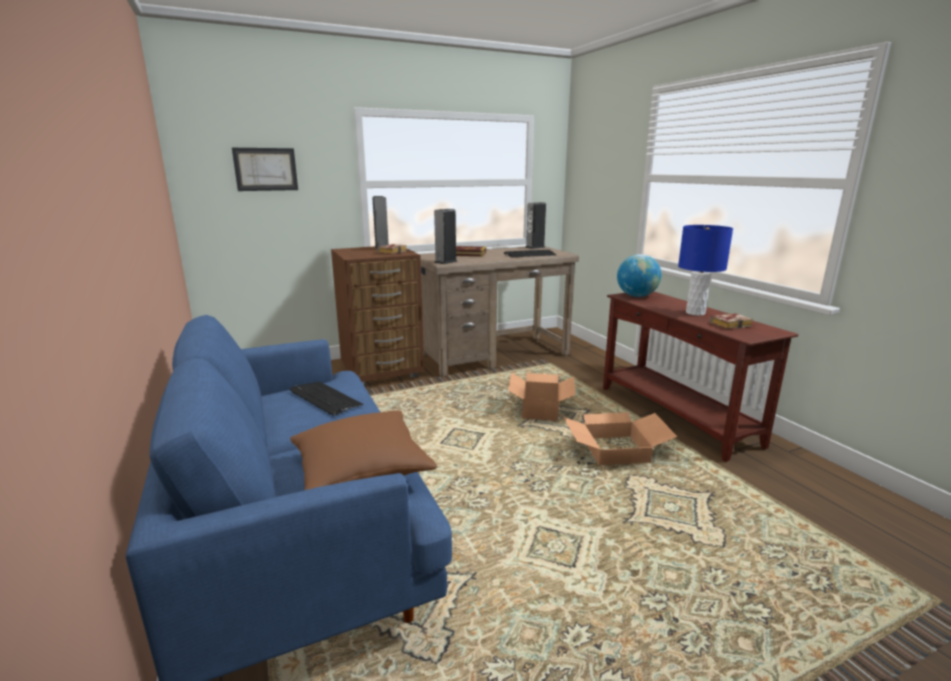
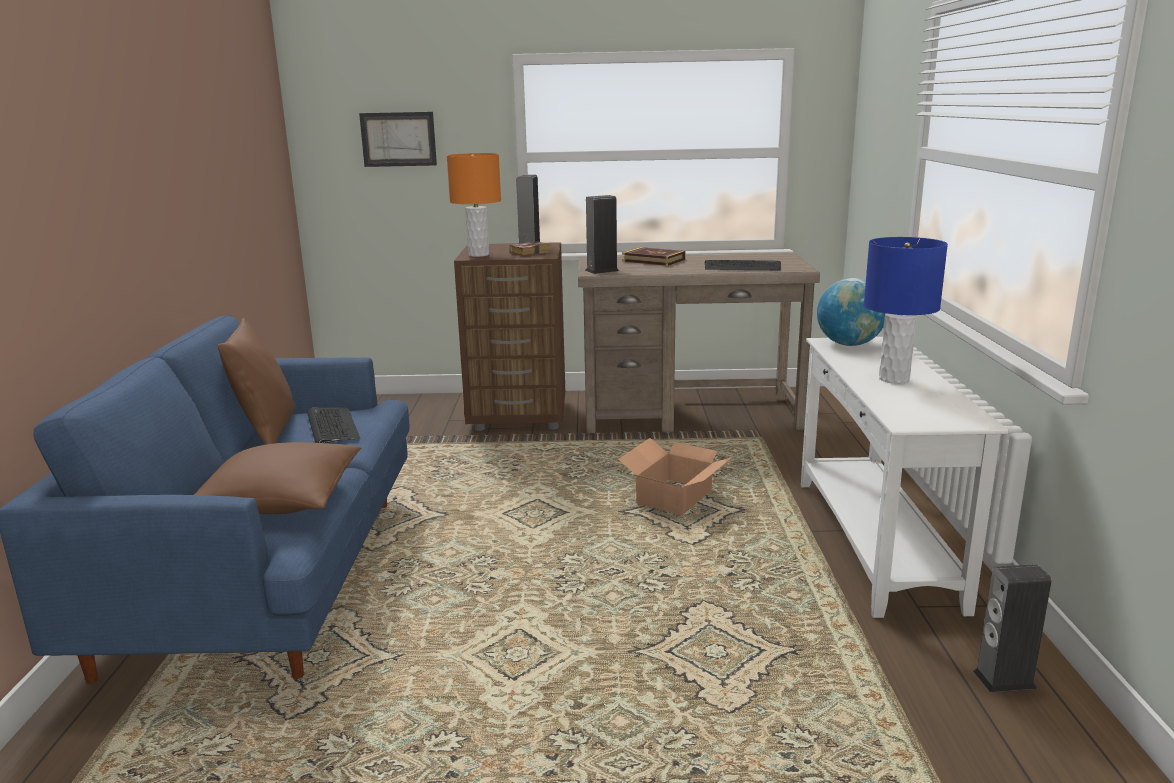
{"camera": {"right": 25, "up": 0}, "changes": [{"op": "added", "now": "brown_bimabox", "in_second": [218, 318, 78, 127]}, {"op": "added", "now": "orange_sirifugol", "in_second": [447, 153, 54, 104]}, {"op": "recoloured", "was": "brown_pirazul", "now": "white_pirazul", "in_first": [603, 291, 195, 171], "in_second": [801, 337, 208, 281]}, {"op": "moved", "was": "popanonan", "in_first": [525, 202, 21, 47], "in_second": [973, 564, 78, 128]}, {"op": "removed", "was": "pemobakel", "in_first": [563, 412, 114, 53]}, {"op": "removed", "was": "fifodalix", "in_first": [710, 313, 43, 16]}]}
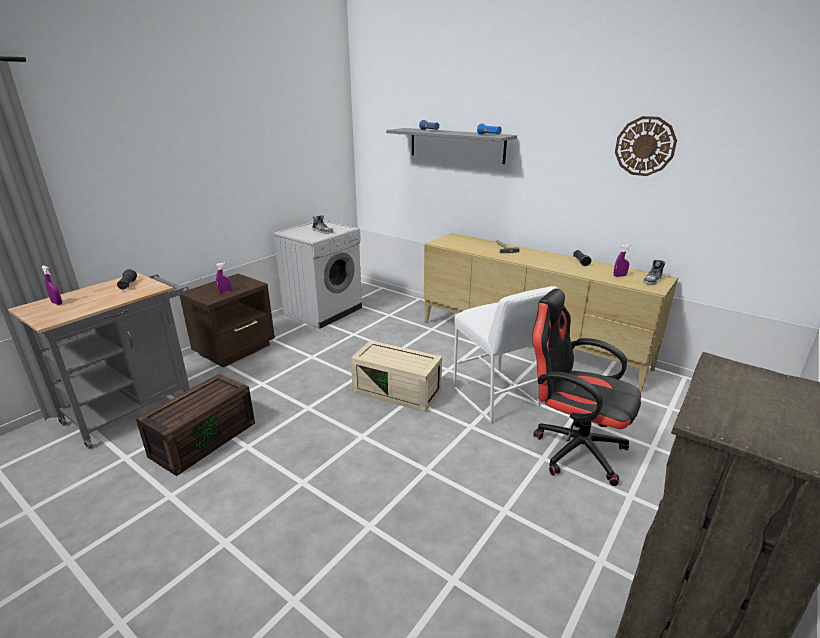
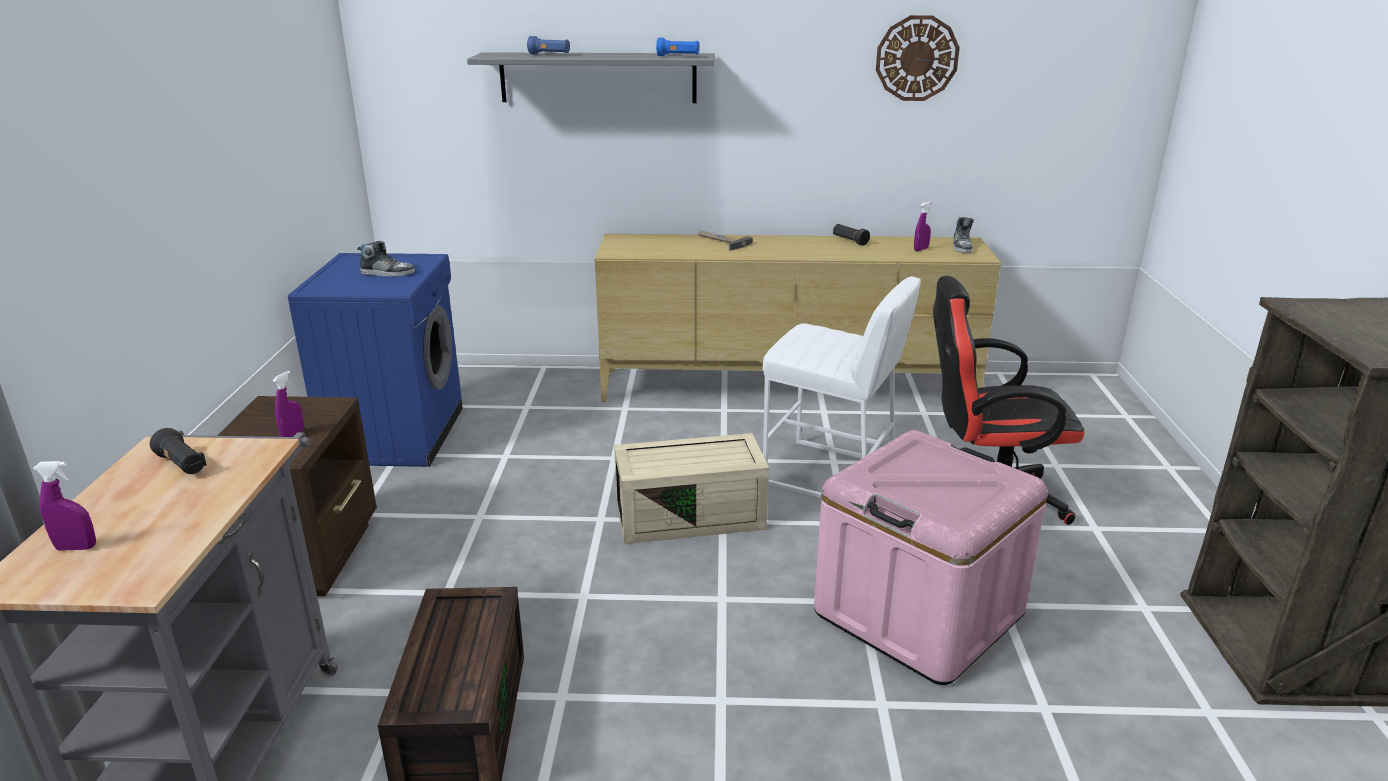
{"camera": {"right": -35, "up": 0}, "changes": [{"op": "recoloured", "was": "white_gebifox", "now": "blue_gebifox", "in_first": [274, 220, 88, 109], "in_second": [288, 253, 175, 214]}, {"op": "added", "now": "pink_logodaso", "in_second": [814, 430, 234, 255]}]}
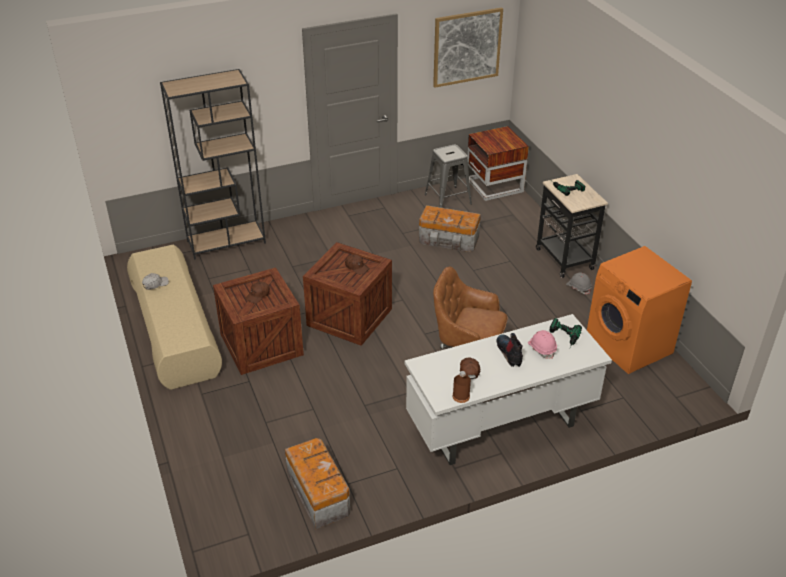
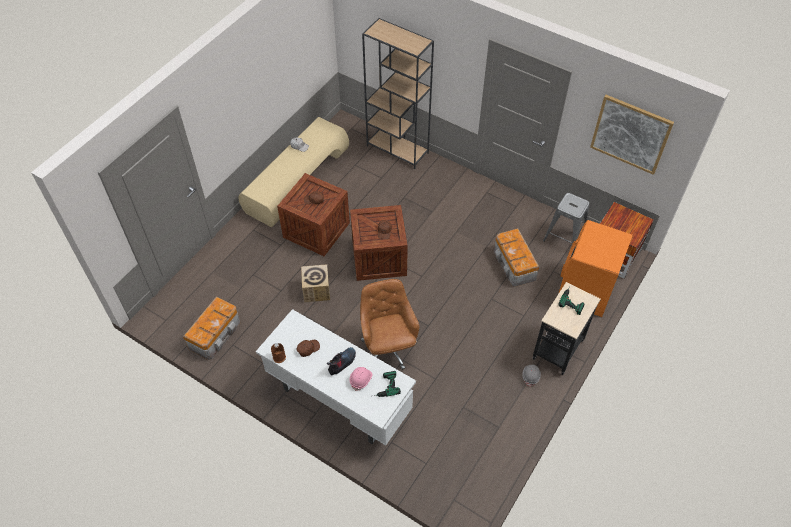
{"camera": {"right": 55, "up": 15}, "changes": [{"op": "added", "now": "pemobakel", "in_second": [301, 264, 29, 38]}, {"op": "moved", "was": "orange_gebifox", "in_first": [587, 246, 105, 128], "in_second": [559, 220, 74, 97]}]}
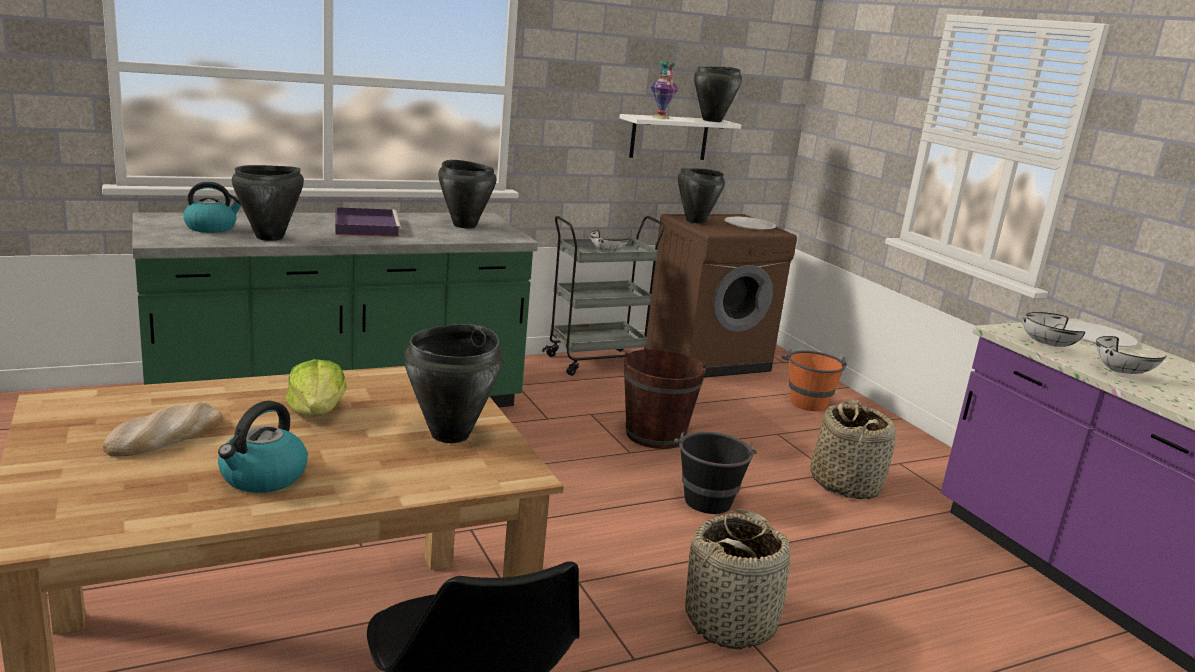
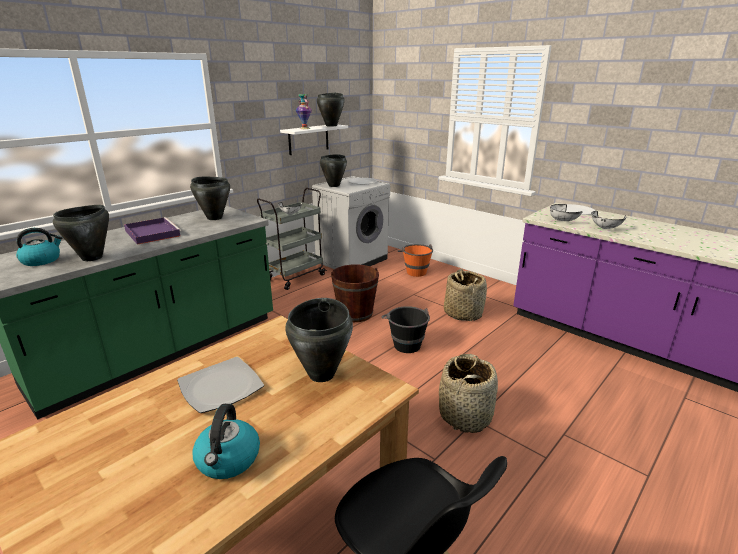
{"camera": {"right": -20, "up": 5}, "changes": [{"op": "replaced", "was": "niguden", "now": "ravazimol", "in_first": [286, 359, 60, 57], "in_second": [177, 357, 87, 56]}, {"op": "recoloured", "was": "brown_gebifox", "now": "white_gebifox", "in_first": [646, 214, 151, 164], "in_second": [312, 176, 78, 93]}, {"op": "removed", "was": "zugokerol", "in_first": [103, 402, 120, 54]}]}
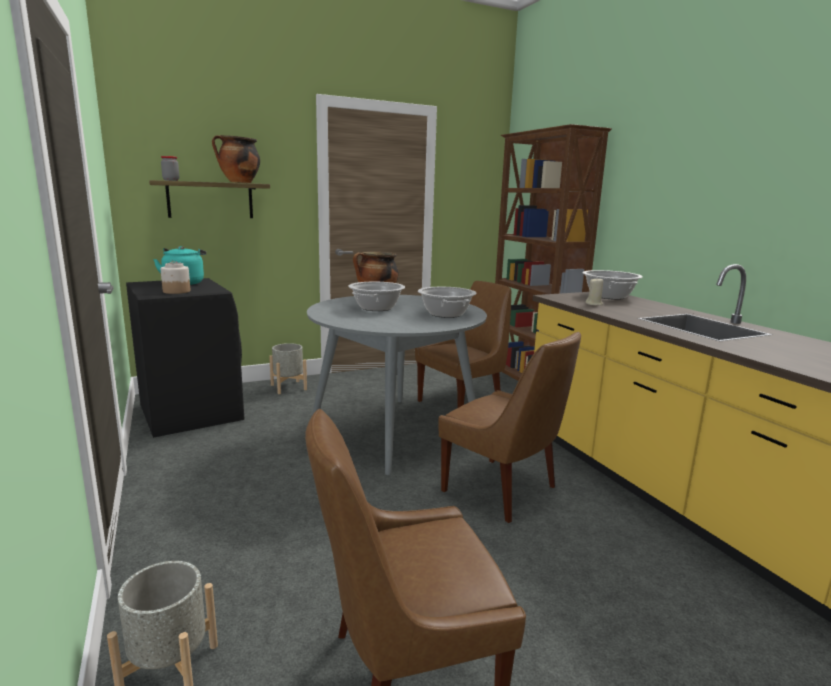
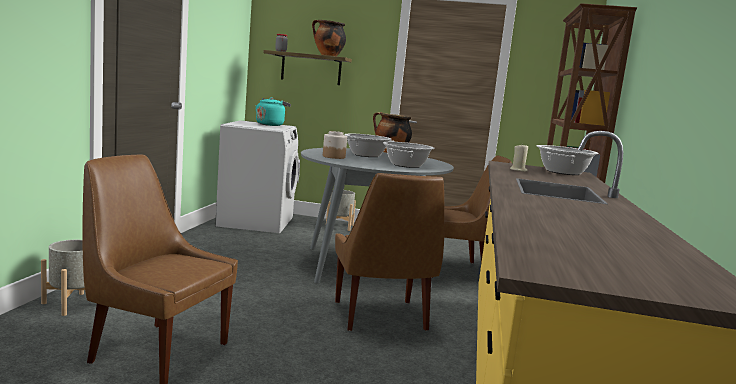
{"camera": {"right": 35, "up": -5}, "changes": [{"op": "recoloured", "was": "black_gebifox", "now": "white_gebifox", "in_first": [126, 278, 118, 160], "in_second": [215, 120, 85, 113]}, {"op": "moved", "was": "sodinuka", "in_first": [161, 263, 30, 31], "in_second": [323, 131, 24, 28]}]}
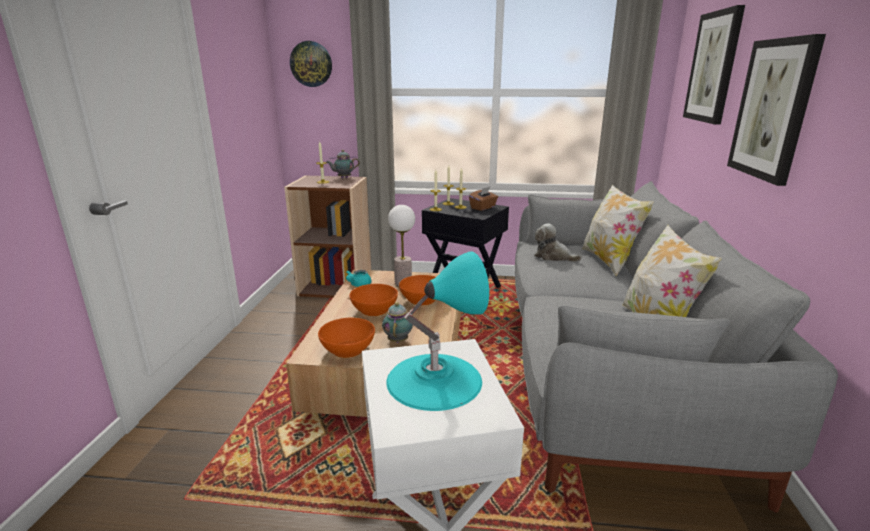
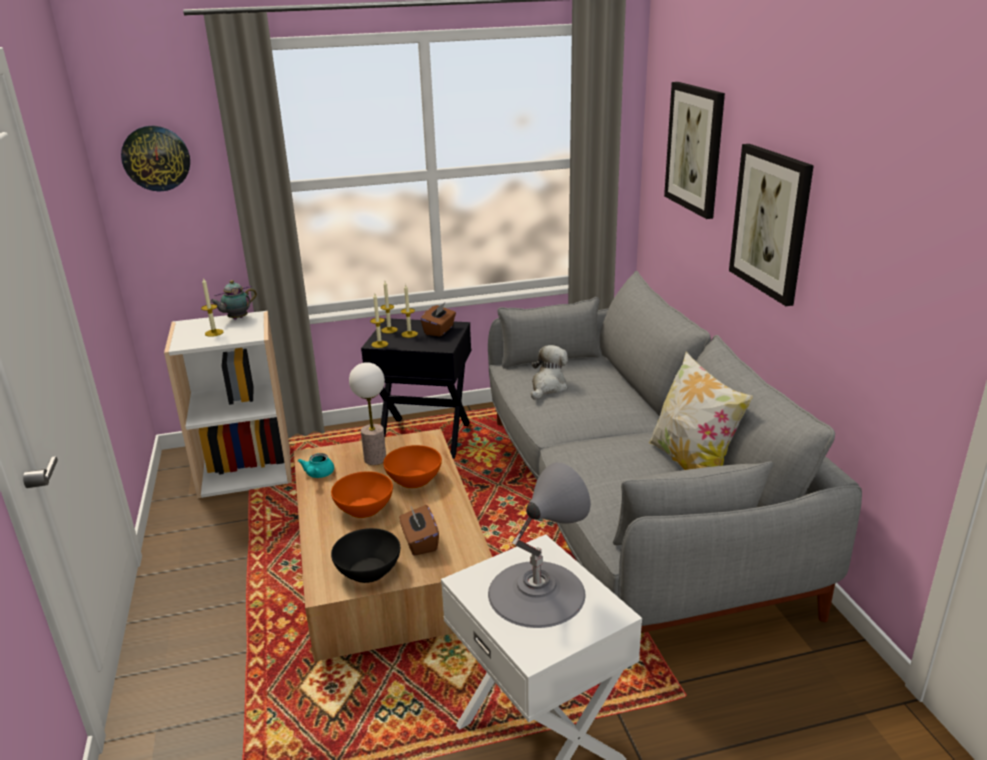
{"camera": {"right": -20, "up": 5}, "changes": [{"op": "recoloured", "was": "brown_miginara", "now": "white_miginara", "in_first": [284, 176, 87, 122], "in_second": [164, 311, 128, 188]}, {"op": "recoloured", "was": "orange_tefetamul", "now": "black_tefetamul", "in_first": [318, 318, 57, 40], "in_second": [331, 528, 69, 55]}, {"op": "replaced", "was": "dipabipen", "now": "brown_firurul", "in_first": [382, 302, 31, 41], "in_second": [399, 505, 40, 51]}, {"op": "recoloured", "was": "turquoise_sirifugol", "now": "grey_sirifugol", "in_first": [386, 251, 103, 160], "in_second": [488, 462, 103, 166]}, {"op": "turned", "was": "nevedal", "in_first": [534, 223, 48, 39], "in_second": [531, 345, 37, 55], "clockwise": 105}, {"op": "removed", "was": "bimabox", "in_first": [582, 185, 72, 91]}]}
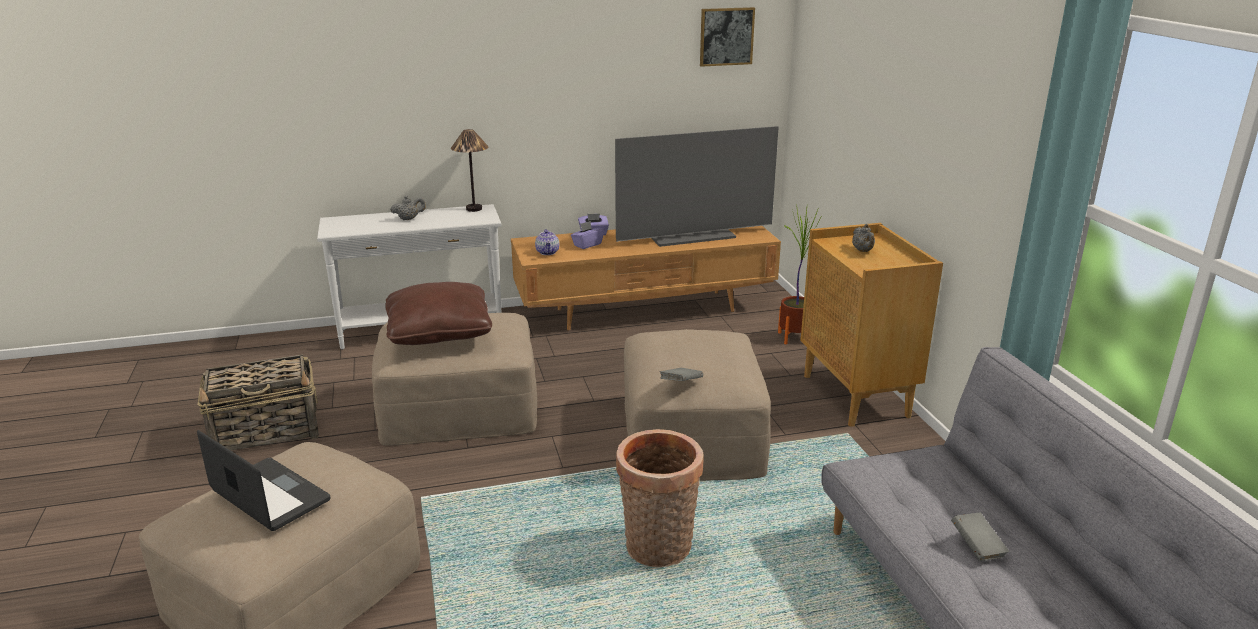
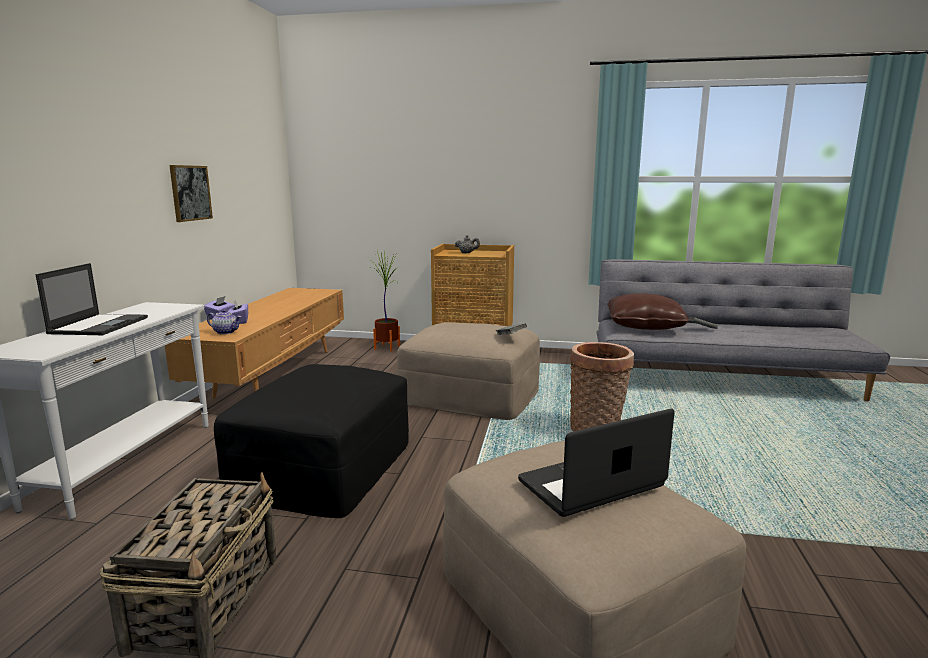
{"camera": {"right": -65, "up": -10}, "changes": [{"op": "replaced", "was": "grey_dipabipen", "now": "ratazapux", "in_first": [390, 196, 36, 24], "in_second": [36, 263, 112, 72]}, {"op": "moved", "was": "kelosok", "in_first": [700, 7, 55, 60], "in_second": [169, 165, 44, 57]}, {"op": "recoloured", "was": "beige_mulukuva", "now": "black_mulukuva", "in_first": [372, 313, 165, 133], "in_second": [214, 364, 195, 154]}, {"op": "moved", "was": "brown_bimabox", "in_first": [385, 282, 107, 63], "in_second": [607, 293, 82, 37]}, {"op": "removed", "was": "sirifugol", "in_first": [451, 129, 38, 83]}, {"op": "removed", "was": "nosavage", "in_first": [615, 126, 164, 121]}]}
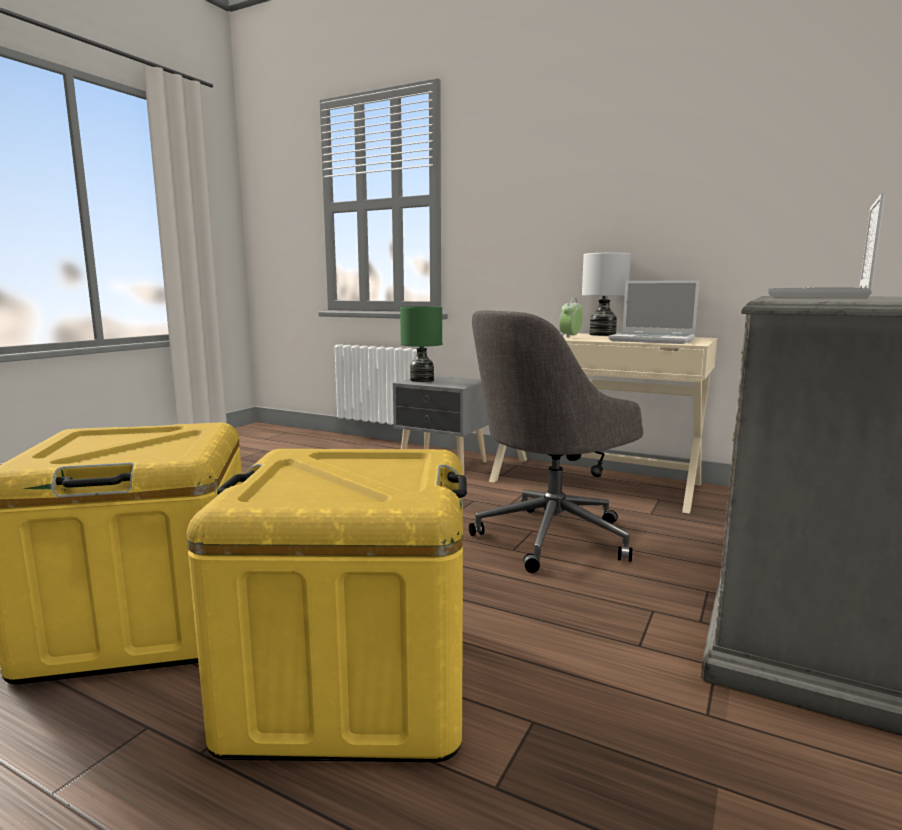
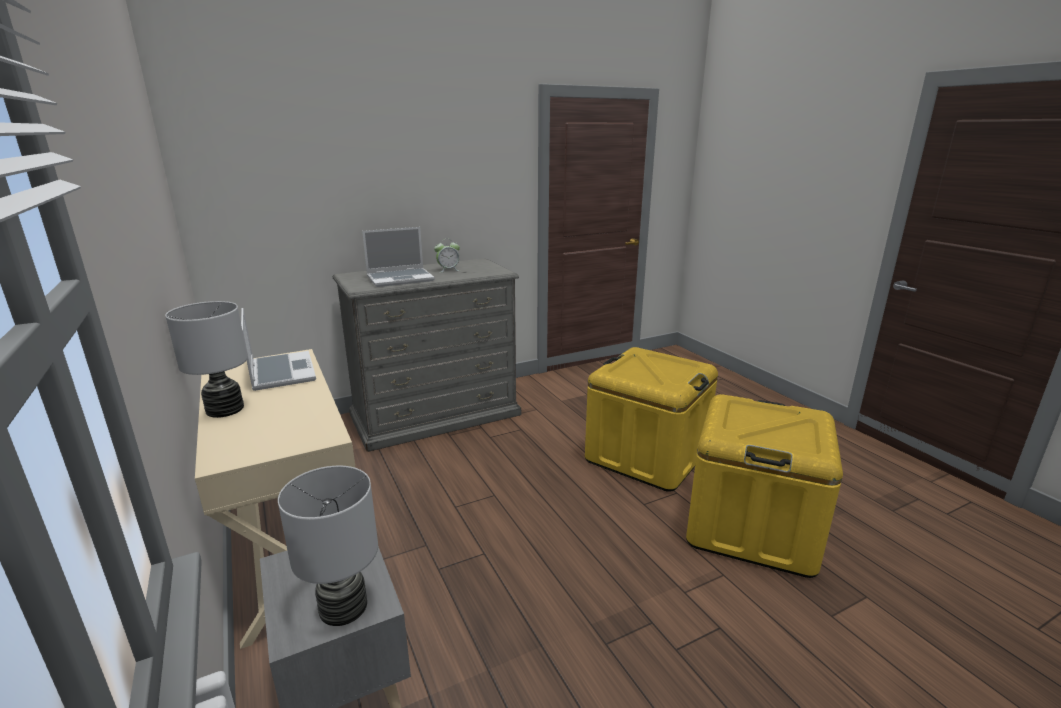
{"camera": {"right": -145, "up": 10}, "changes": [{"op": "recoloured", "was": "green_sirifugol", "now": "grey_sirifugol", "in_first": [400, 306, 42, 76], "in_second": [278, 466, 100, 160]}, {"op": "moved", "was": "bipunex", "in_first": [559, 298, 24, 39], "in_second": [434, 239, 26, 34]}, {"op": "removed", "was": "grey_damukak", "in_first": [469, 310, 174, 263]}]}
